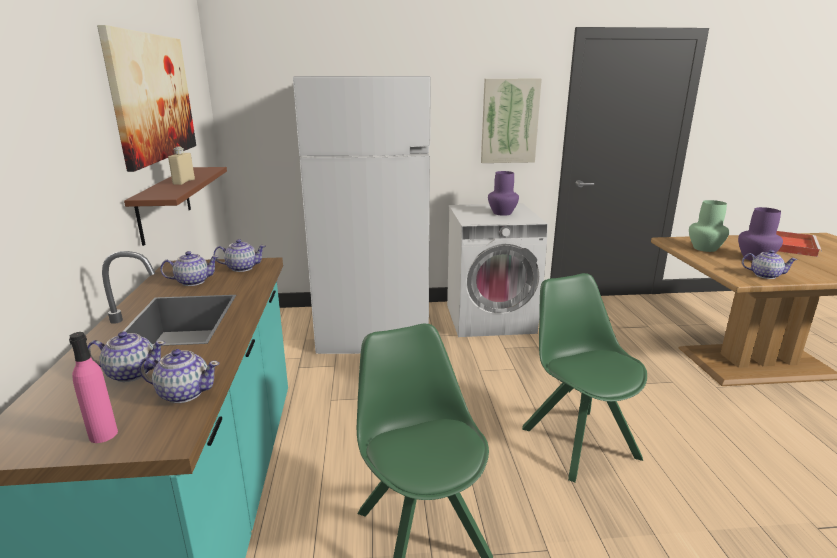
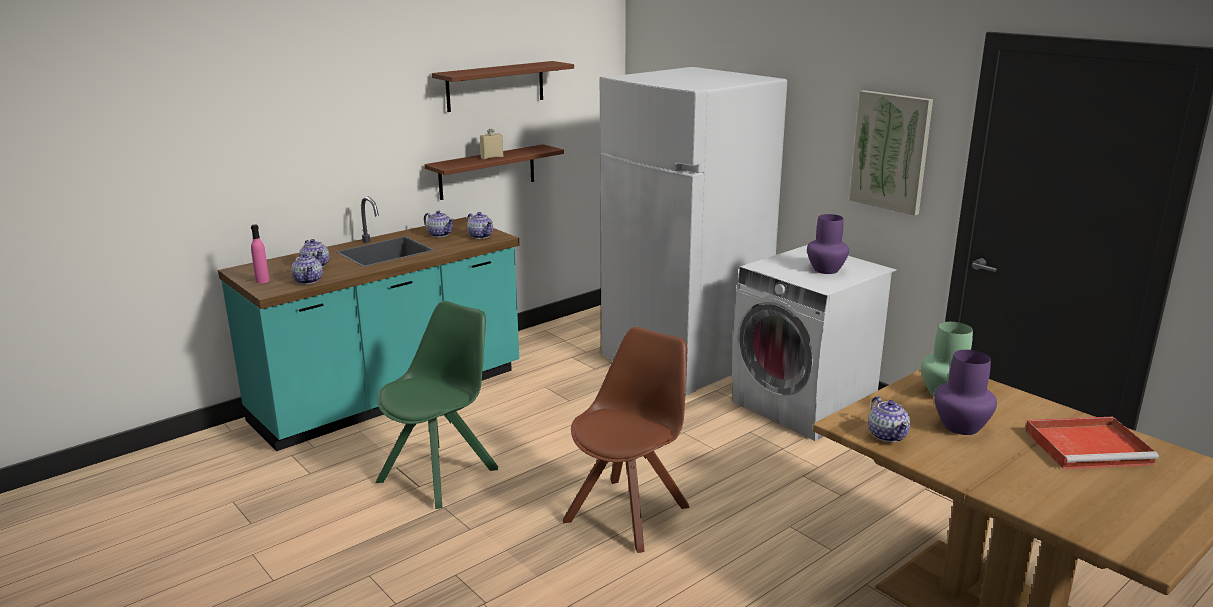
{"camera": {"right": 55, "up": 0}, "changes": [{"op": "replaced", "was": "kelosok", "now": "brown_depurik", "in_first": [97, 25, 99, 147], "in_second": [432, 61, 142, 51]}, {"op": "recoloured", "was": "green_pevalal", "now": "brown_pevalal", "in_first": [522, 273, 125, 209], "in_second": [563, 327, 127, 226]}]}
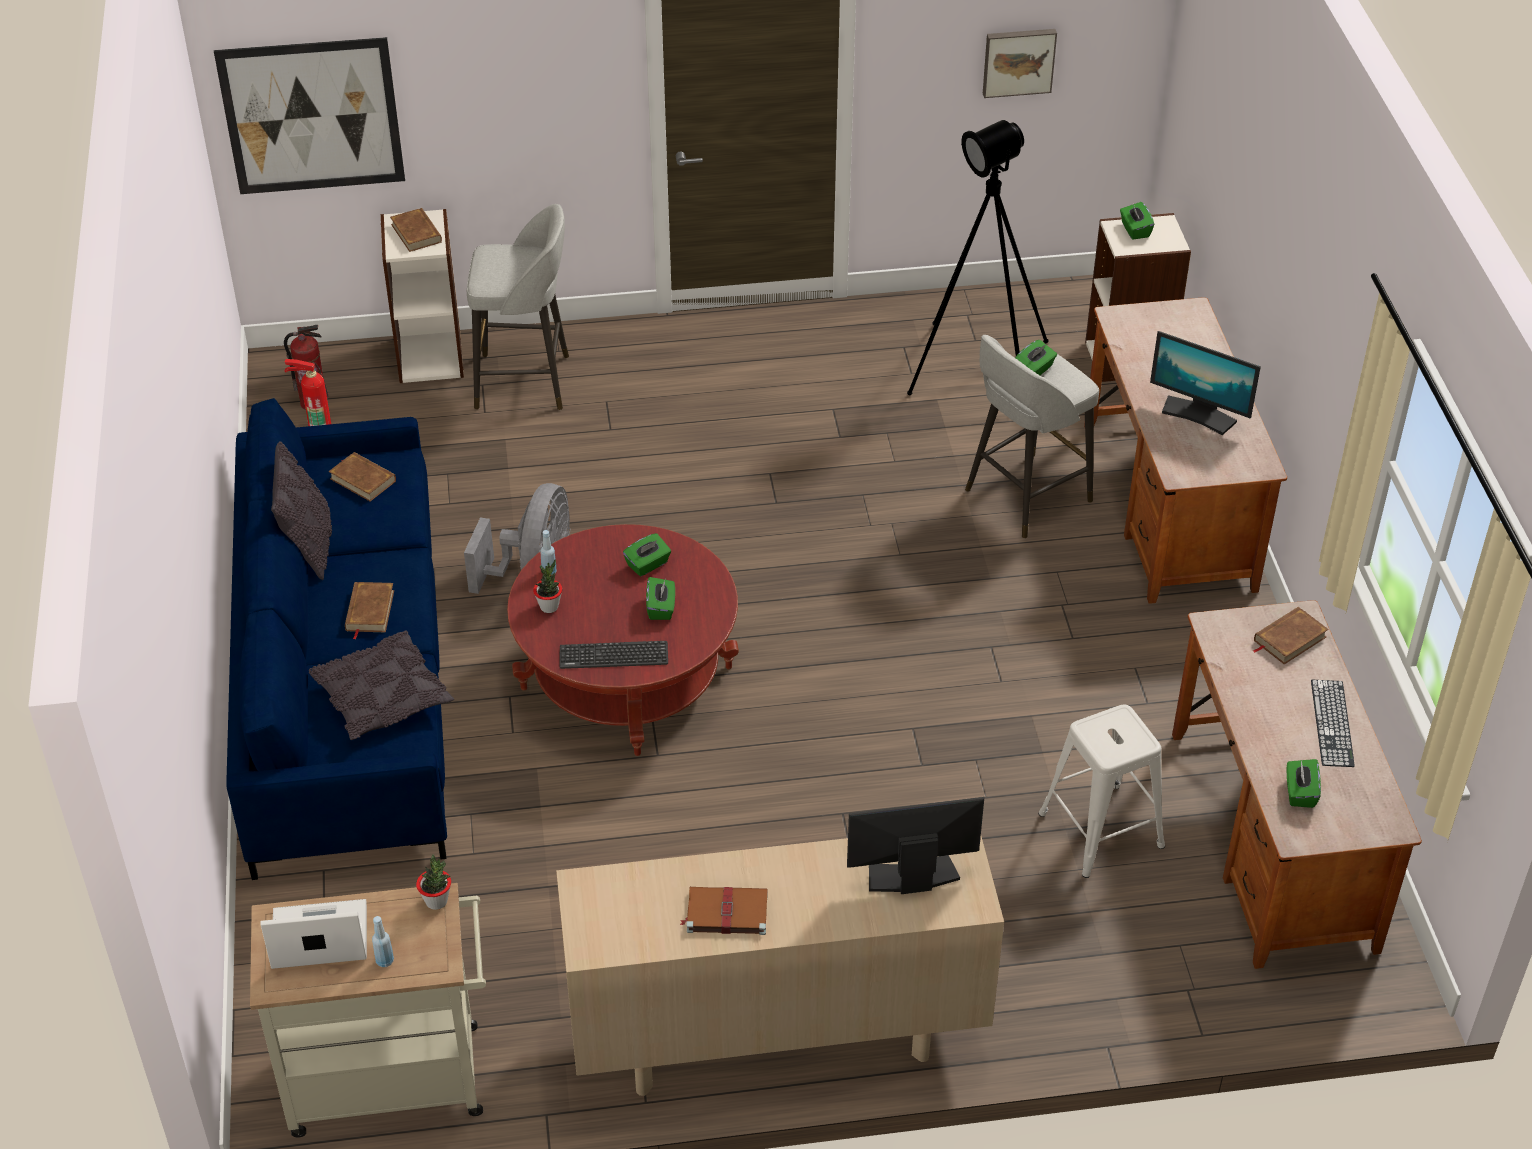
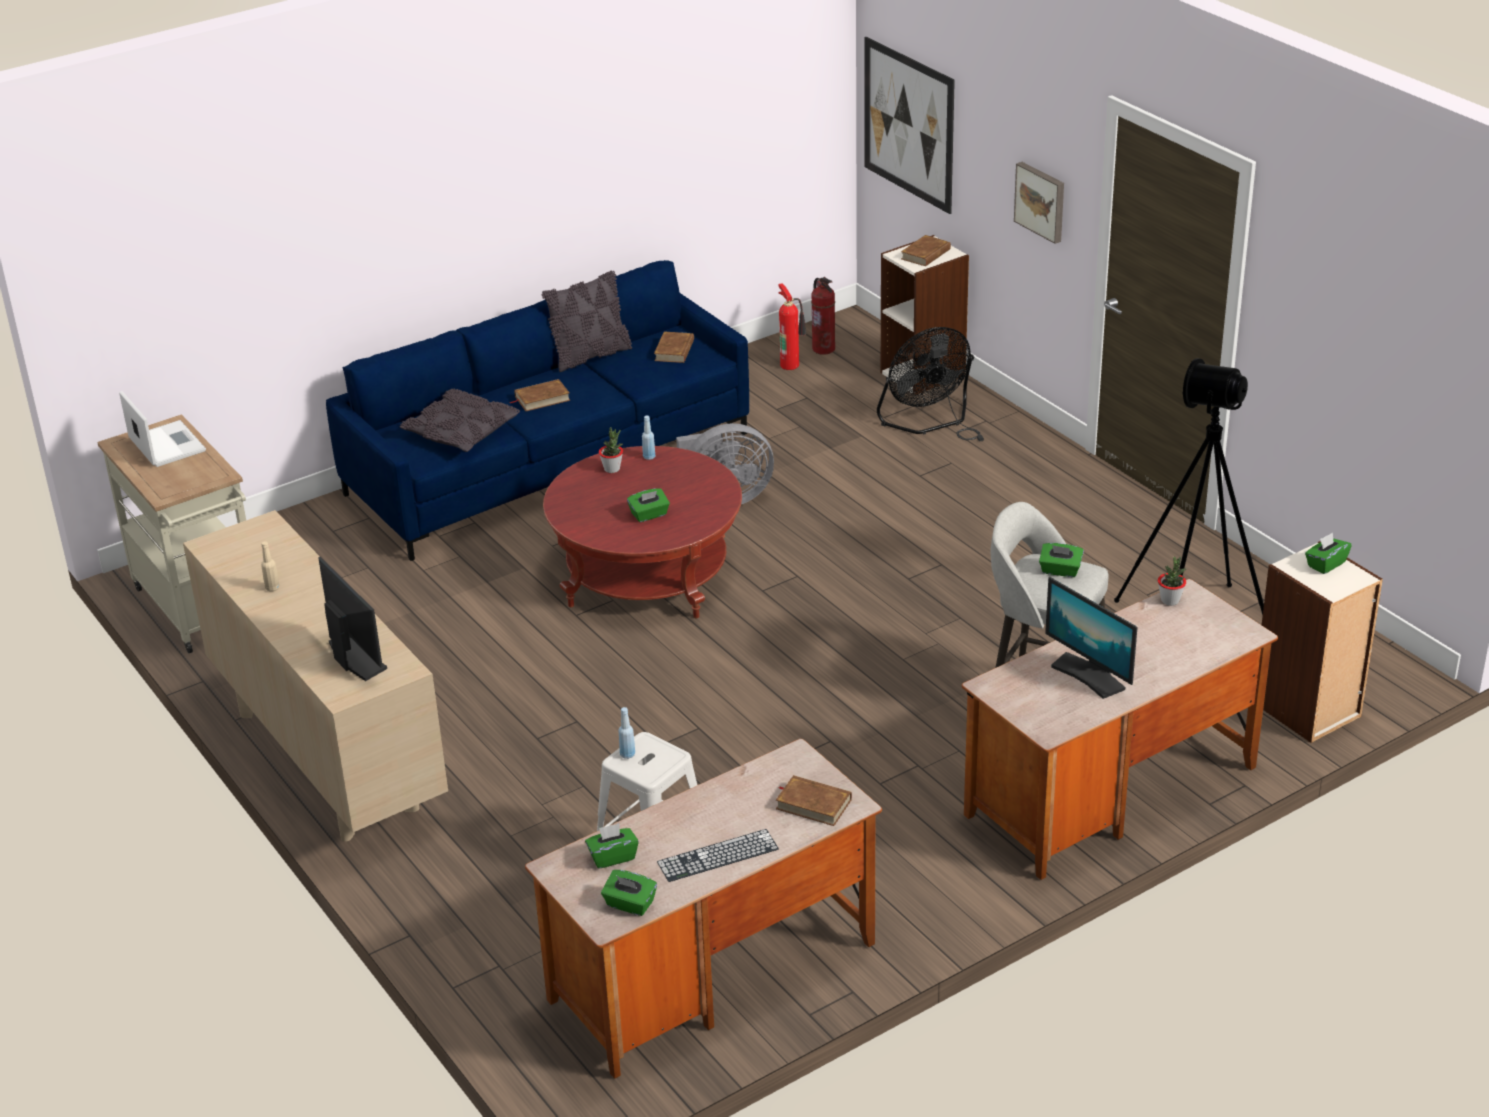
{"camera": {"right": 65, "up": -10}, "changes": [{"op": "replaced", "was": "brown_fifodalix", "now": "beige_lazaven", "in_first": [680, 887, 88, 48], "in_second": [261, 541, 19, 51]}, {"op": "moved", "was": "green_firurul", "in_first": [623, 533, 48, 43], "in_second": [601, 870, 56, 46]}, {"op": "moved", "was": "blue_lazaven", "in_first": [372, 916, 22, 51], "in_second": [619, 707, 16, 52]}, {"op": "replaced", "was": "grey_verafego", "now": "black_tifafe", "in_first": [467, 204, 102, 206], "in_second": [877, 327, 107, 115]}, {"op": "moved", "was": "kelosok", "in_first": [983, 29, 74, 69], "in_second": [1014, 162, 50, 82]}, {"op": "turned", "was": "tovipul", "in_first": [1150, 331, 111, 104], "in_second": [1045, 577, 93, 122], "clockwise": -45}, {"op": "moved", "was": "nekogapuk", "in_first": [416, 854, 35, 56], "in_second": [1158, 556, 28, 50]}, {"op": "removed", "was": "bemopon", "in_first": [559, 641, 109, 28]}]}
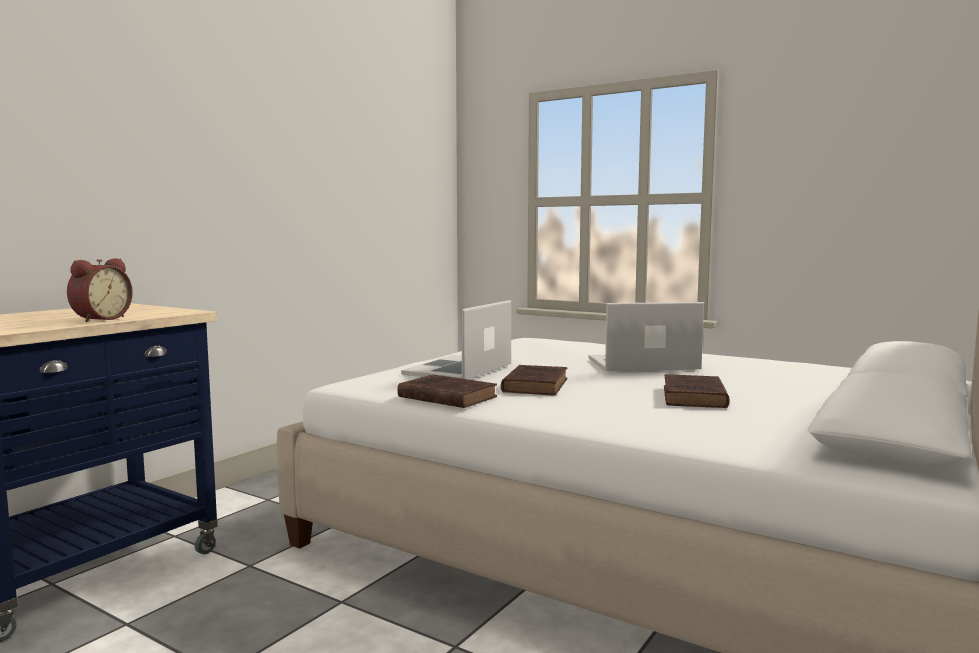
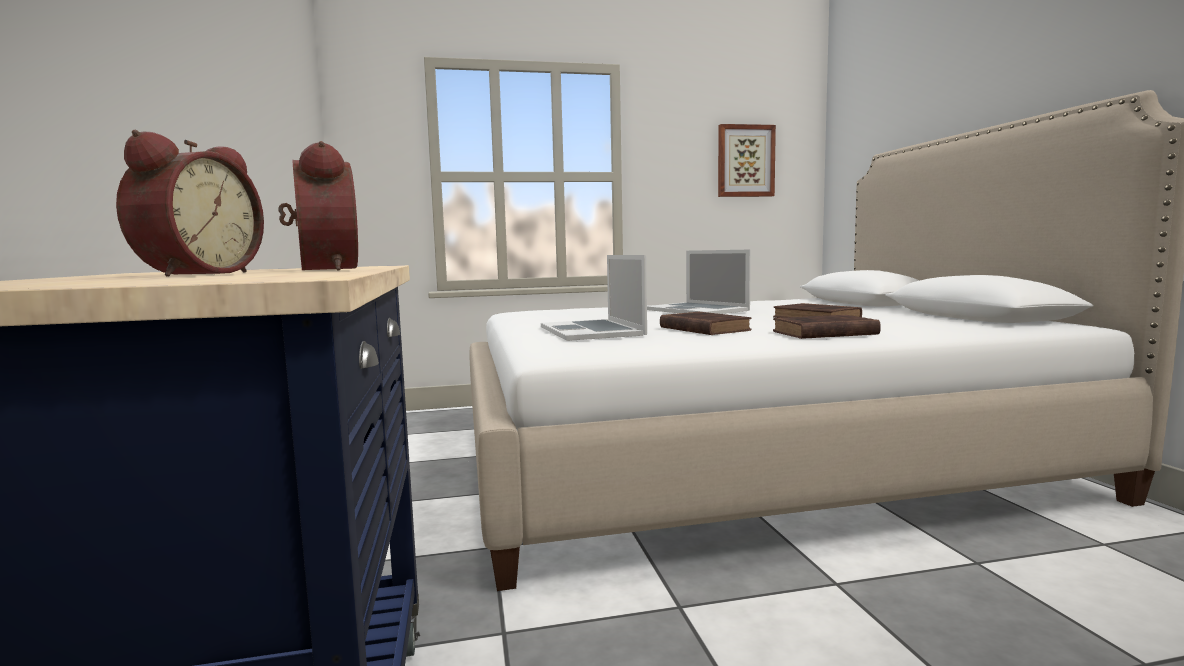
{"camera": {"right": -45, "up": 0}, "changes": [{"op": "added", "now": "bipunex", "in_second": [116, 130, 148, 147]}, {"op": "turned", "was": "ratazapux", "in_first": [588, 302, 116, 69], "in_second": [647, 250, 104, 64], "clockwise": -75}, {"op": "added", "now": "kelosok", "in_second": [718, 124, 58, 73]}, {"op": "moved", "was": "brown_fifodalix", "in_first": [398, 375, 99, 33], "in_second": [773, 315, 108, 24]}]}
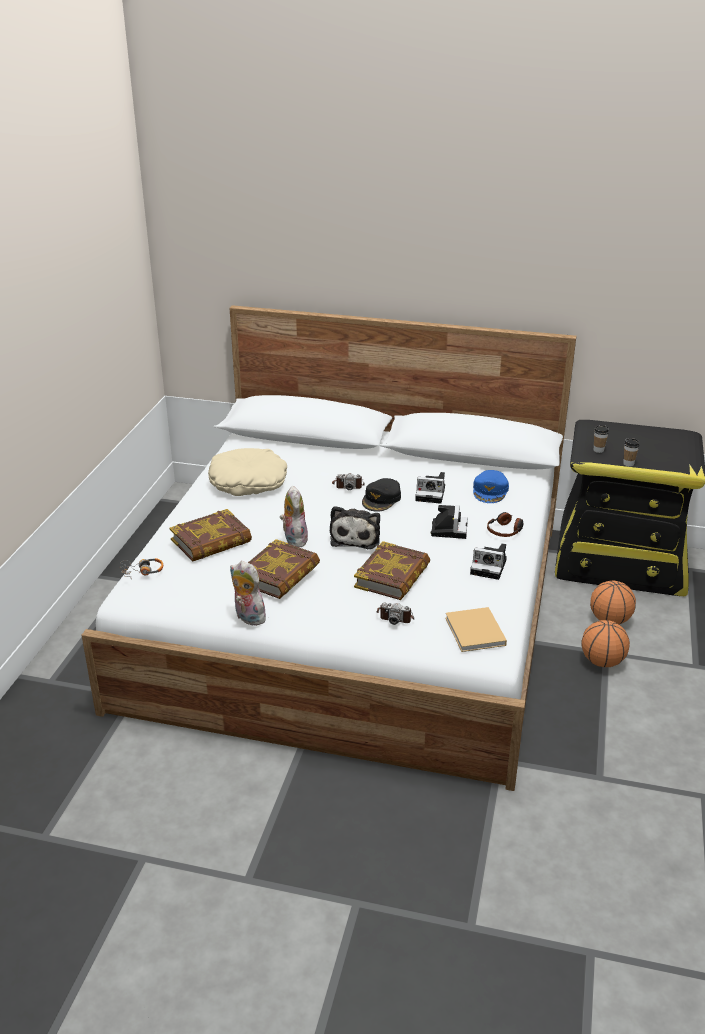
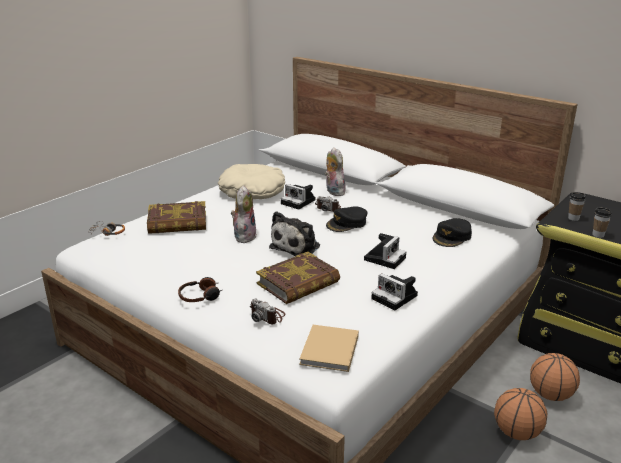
{"camera": {"right": 25, "up": -5}, "changes": [{"op": "moved", "was": "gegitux", "in_first": [487, 512, 36, 25], "in_second": [178, 277, 44, 25]}, {"op": "moved", "was": "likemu", "in_first": [415, 472, 30, 32], "in_second": [281, 184, 34, 26]}, {"op": "moved", "was": "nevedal", "in_first": [230, 561, 36, 64], "in_second": [325, 147, 21, 49]}, {"op": "recoloured", "was": "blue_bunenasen", "now": "black_bunenasen", "in_first": [473, 470, 36, 33], "in_second": [433, 218, 39, 29]}, {"op": "removed", "was": "fifodalix", "in_first": [248, 539, 72, 60]}]}
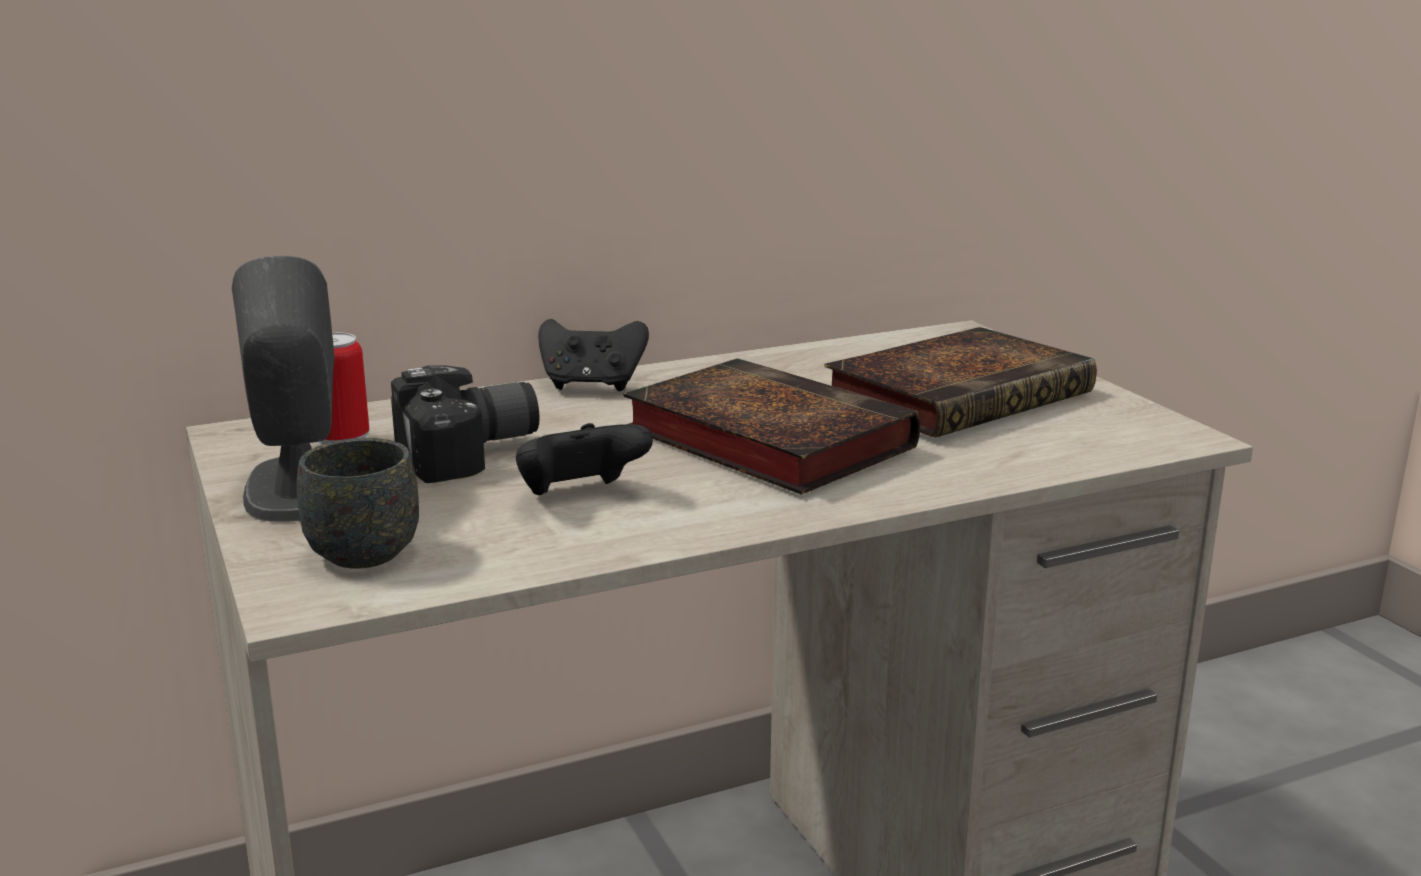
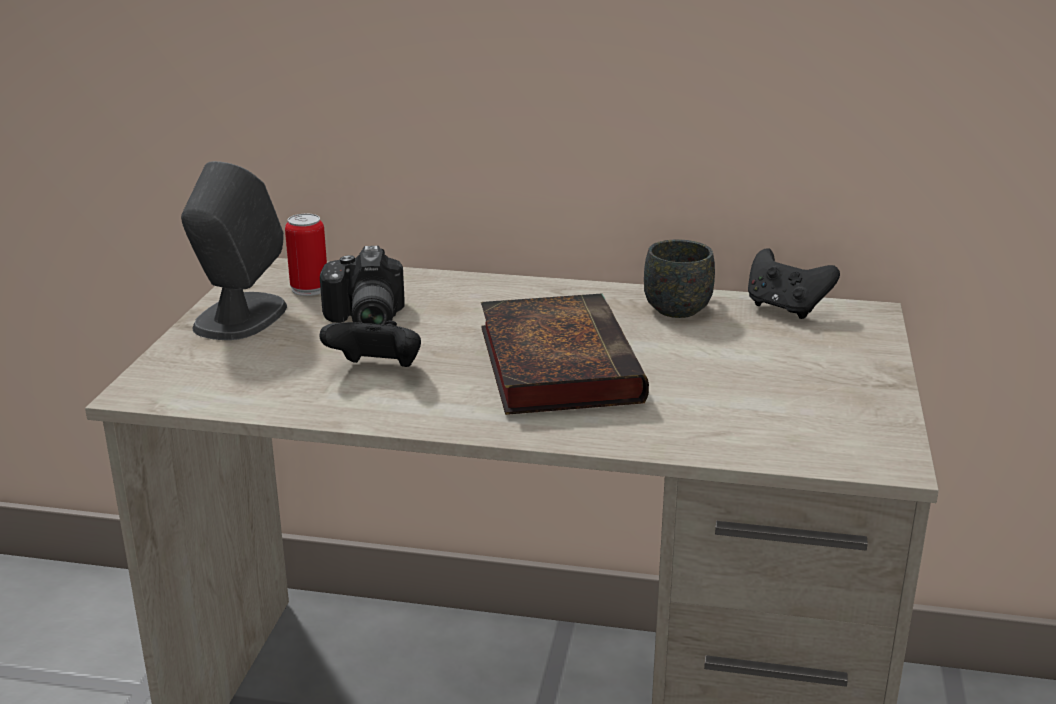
{"camera": {"right": 35, "up": 5}, "changes": [{"op": "turned", "was": "likemu", "in_first": [391, 366, 148, 117], "in_second": [320, 246, 84, 79], "clockwise": 75}, {"op": "moved", "was": "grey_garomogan", "in_first": [297, 438, 122, 131], "in_second": [644, 239, 71, 79]}, {"op": "moved", "was": "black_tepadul", "in_first": [538, 319, 111, 72], "in_second": [748, 248, 92, 71]}, {"op": "removed", "was": "fifodalix", "in_first": [824, 327, 273, 111]}]}
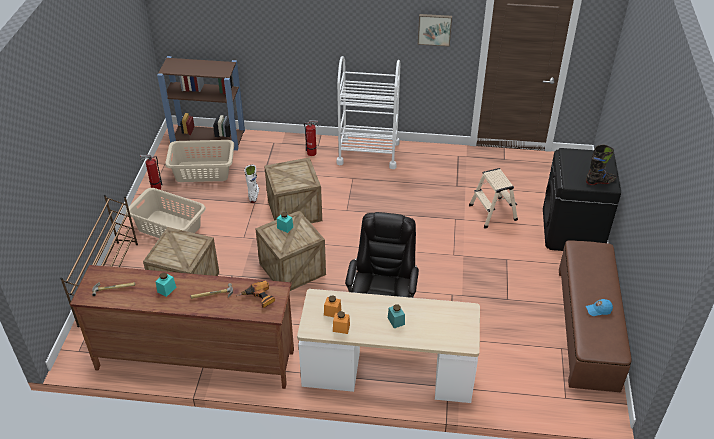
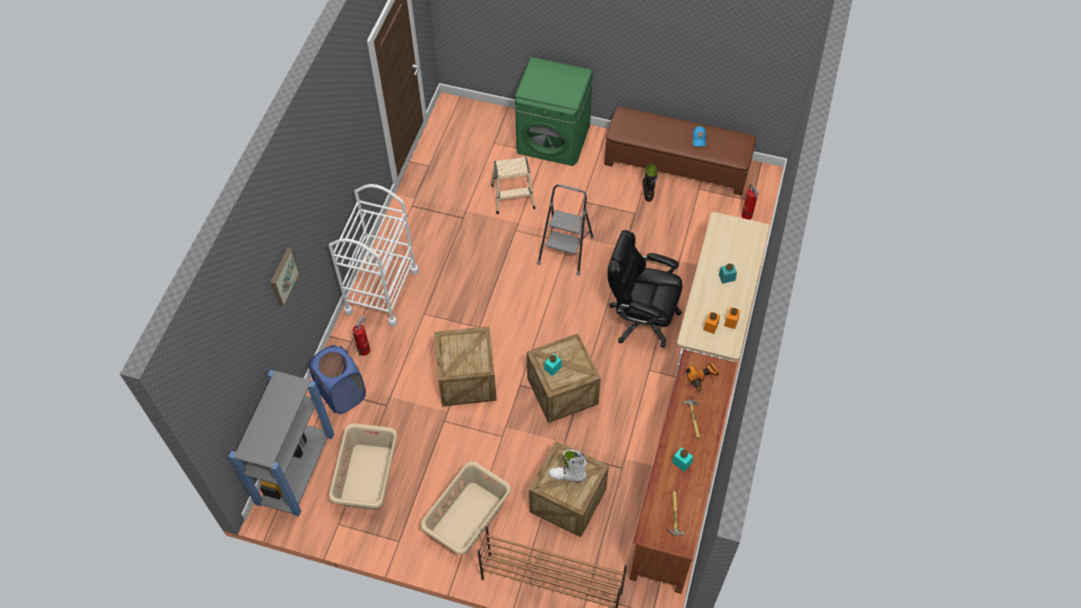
{"camera": {"right": -80, "up": 15}, "changes": [{"op": "recoloured", "was": "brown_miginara", "now": "grey_miginara", "in_first": [157, 56, 88, 95], "in_second": [228, 370, 106, 147]}, {"op": "moved", "was": "kelosok", "in_first": [418, 14, 34, 33], "in_second": [270, 248, 30, 59]}, {"op": "added", "now": "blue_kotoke", "in_second": [309, 345, 57, 69]}, {"op": "recoloured", "was": "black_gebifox", "now": "green_gebifox", "in_first": [543, 148, 78, 103], "in_second": [515, 57, 78, 109]}, {"op": "added", "now": "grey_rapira", "in_second": [537, 184, 57, 92]}, {"op": "moved", "was": "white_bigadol", "in_first": [245, 164, 14, 39], "in_second": [549, 449, 38, 33]}, {"op": "moved", "was": "black_bigadol", "in_first": [586, 144, 30, 41], "in_second": [642, 163, 16, 39]}, {"op": "moved", "was": "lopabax", "in_first": [140, 155, 23, 35], "in_second": [741, 184, 17, 36]}]}
